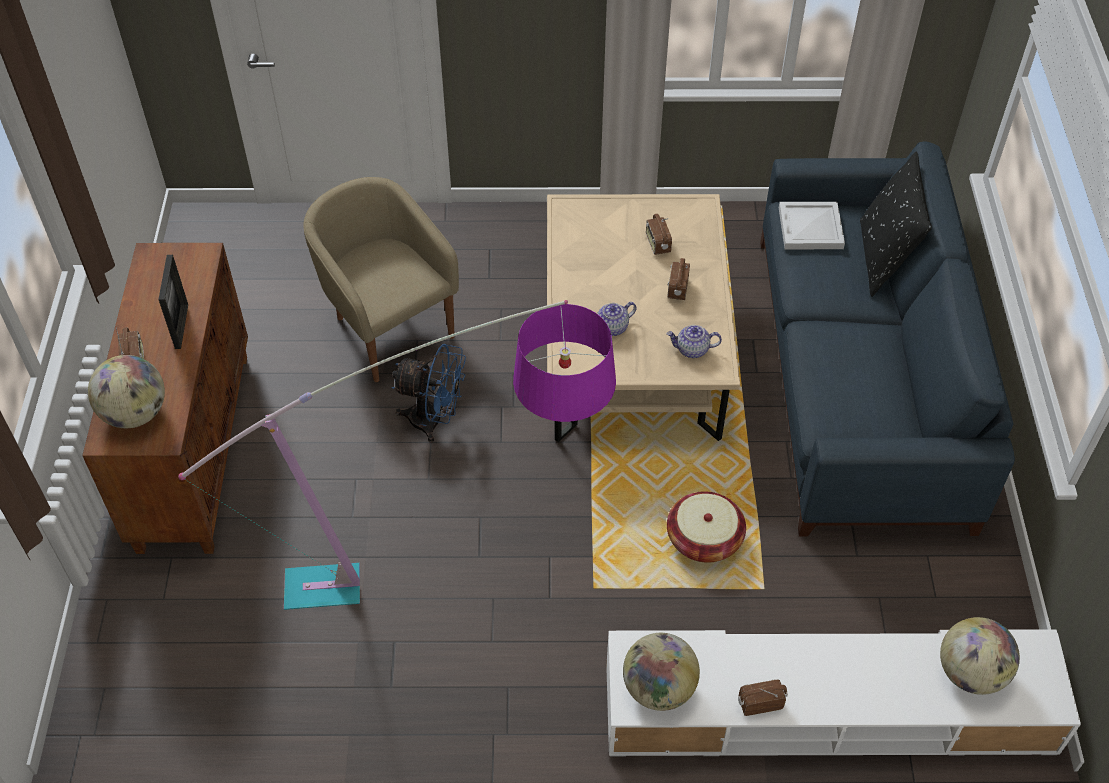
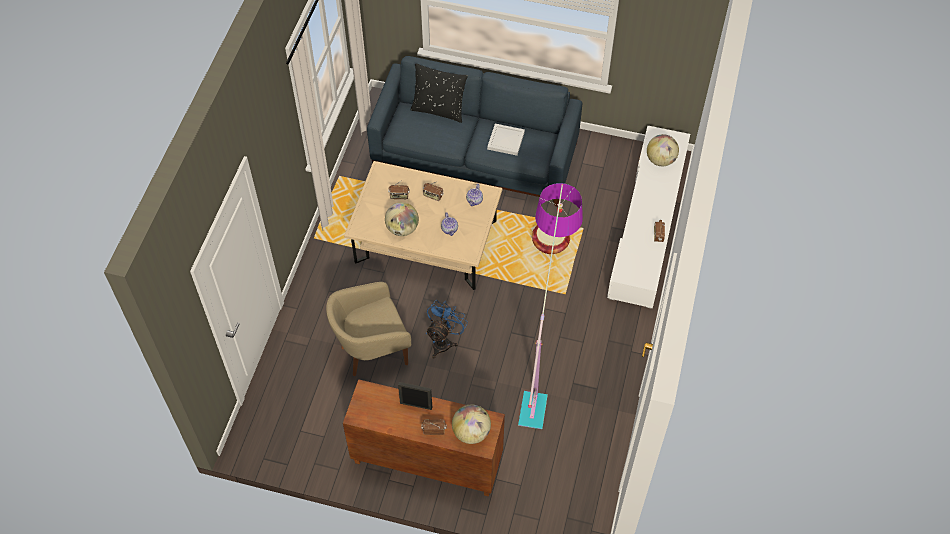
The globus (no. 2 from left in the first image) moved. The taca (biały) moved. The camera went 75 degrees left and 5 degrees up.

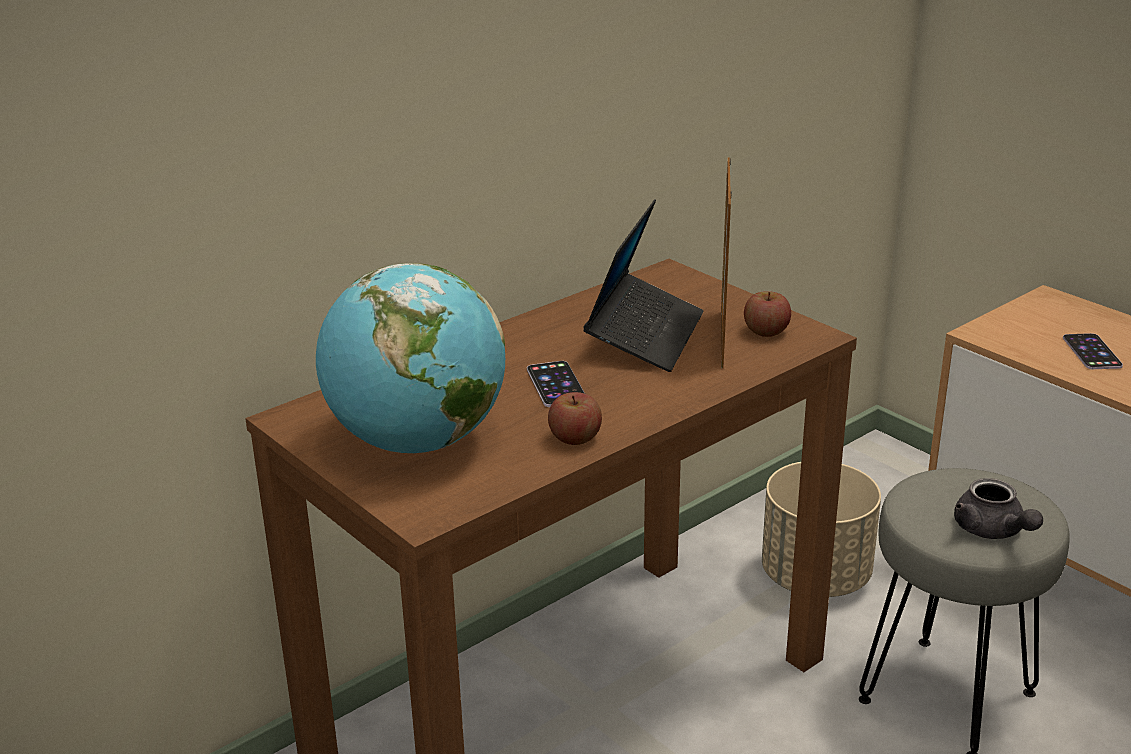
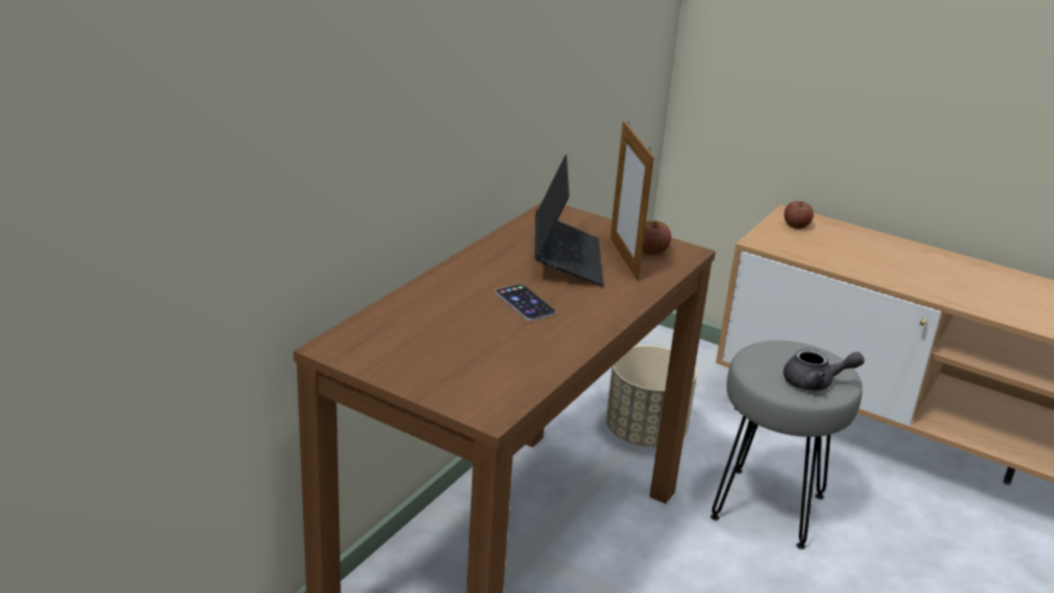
The imbryk (szary) turned 45 degrees counterclockwise. The jabłko (no. 1 from left in the first image) moved. The globus disappeared. The telefon (no. 2 from left) disappeared. The camera went 20 degrees left and 0 degrees up.

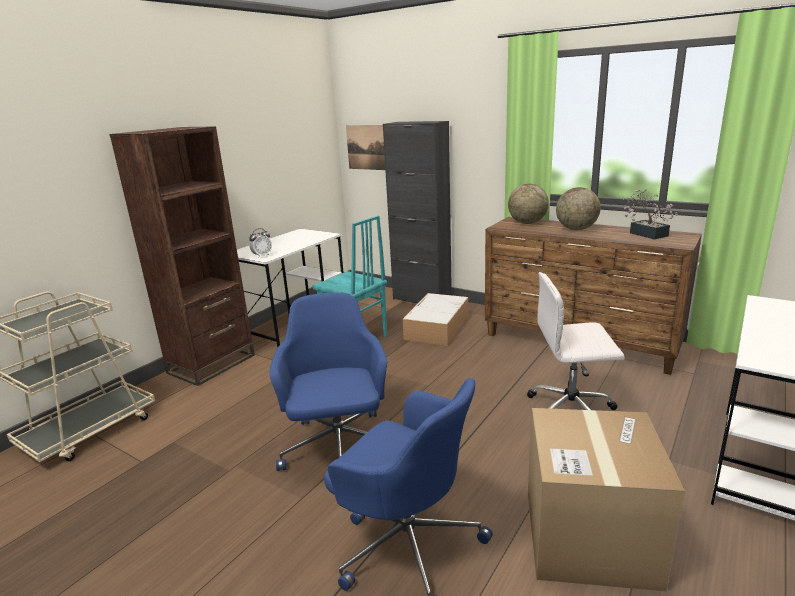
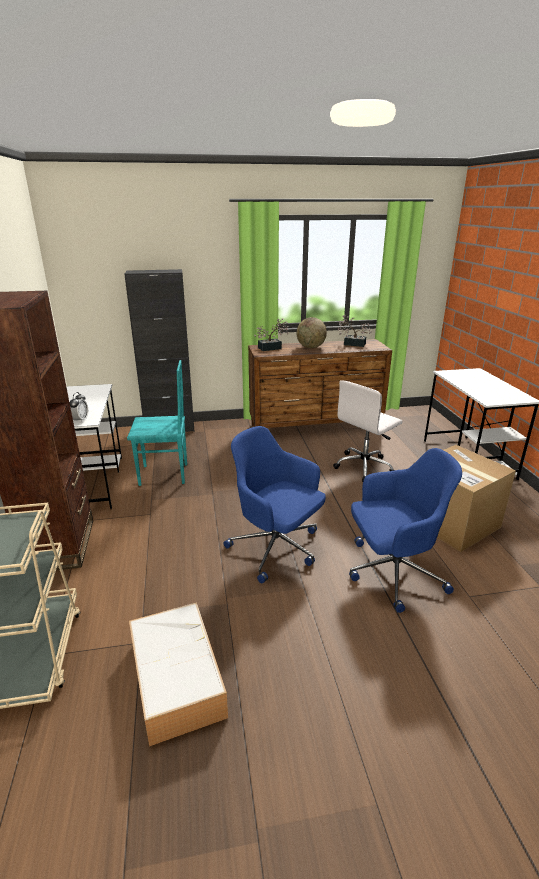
The pojemnik do przechowywania moved. The globus (no. 1 from left) was replaced by the roślina doniczkowa (no. 1 from left). The obraz disappeared. The camera went 45 degrees left and 5 degrees up.

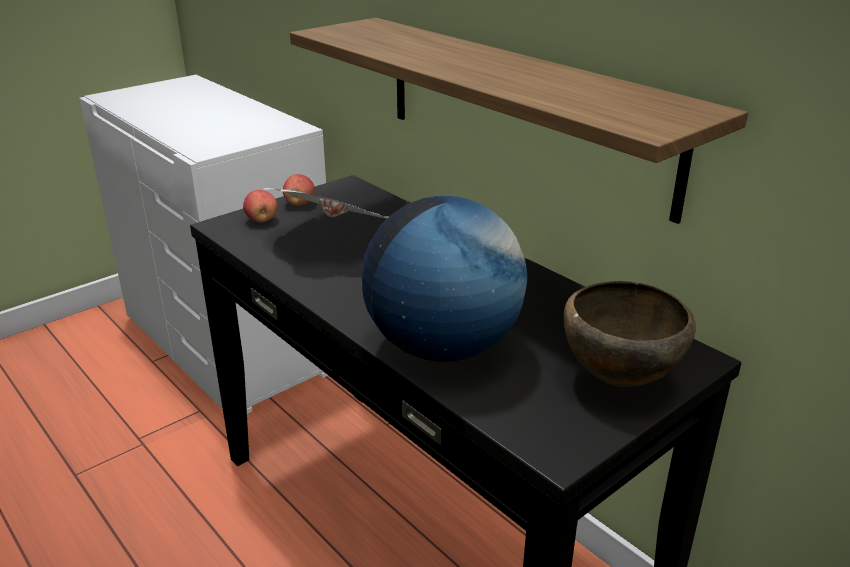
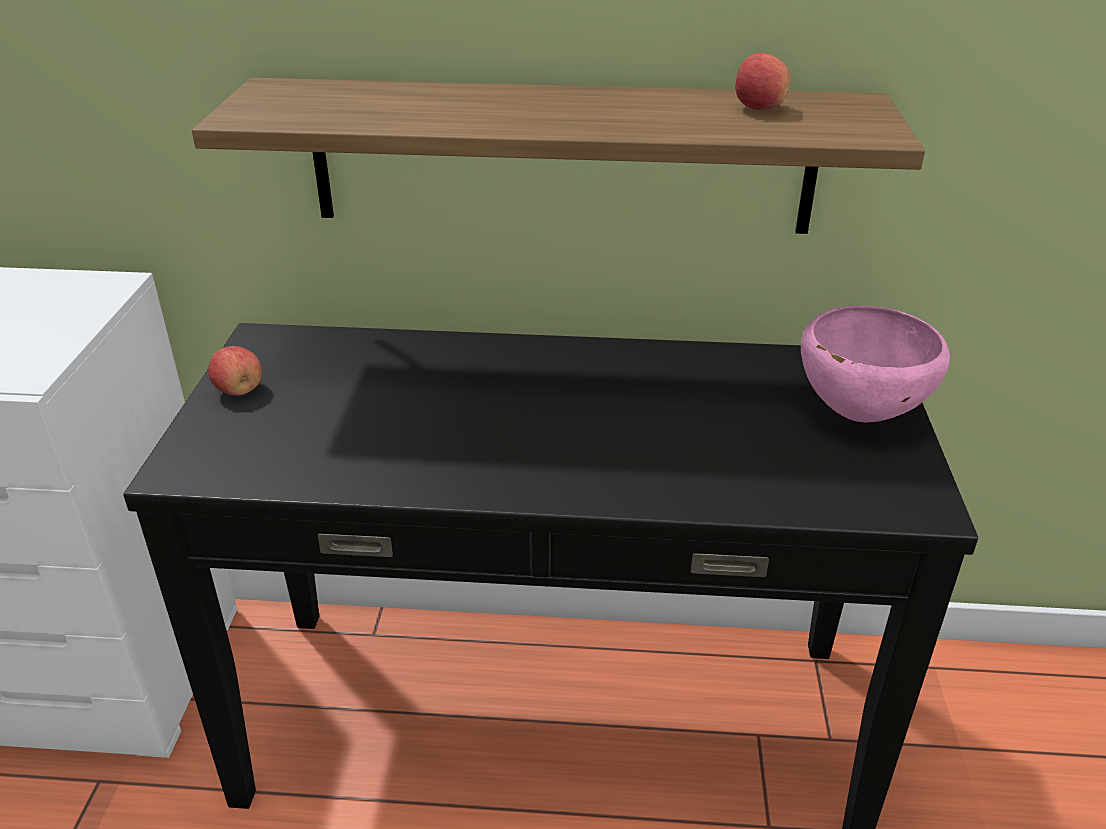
The jabłko (no. 1 from left in the first image) moved. The miska (brązowy) became the miska (różowy). The gazeta disappeared. The globus disappeared. The camera went 45 degrees left and 5 degrees up.

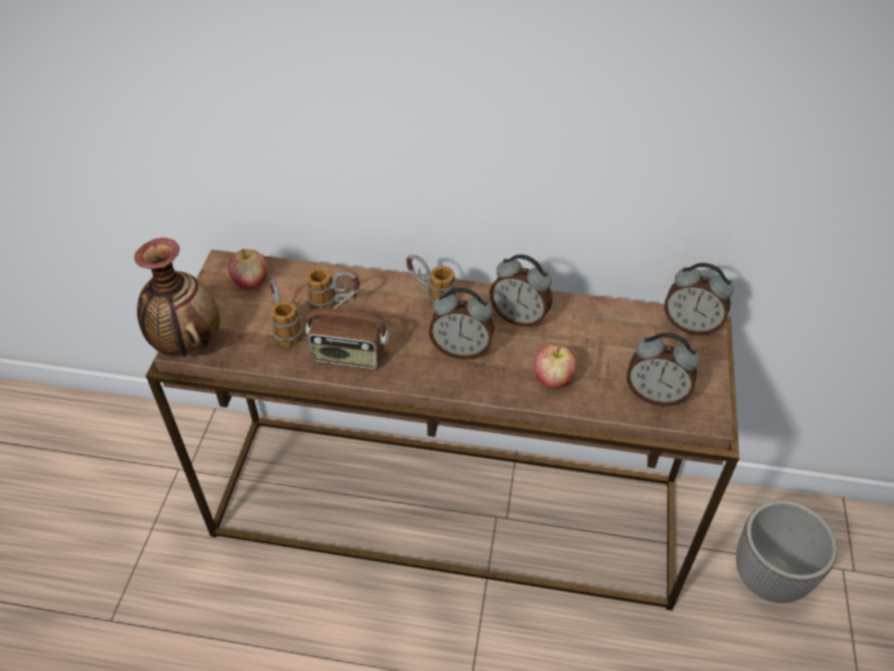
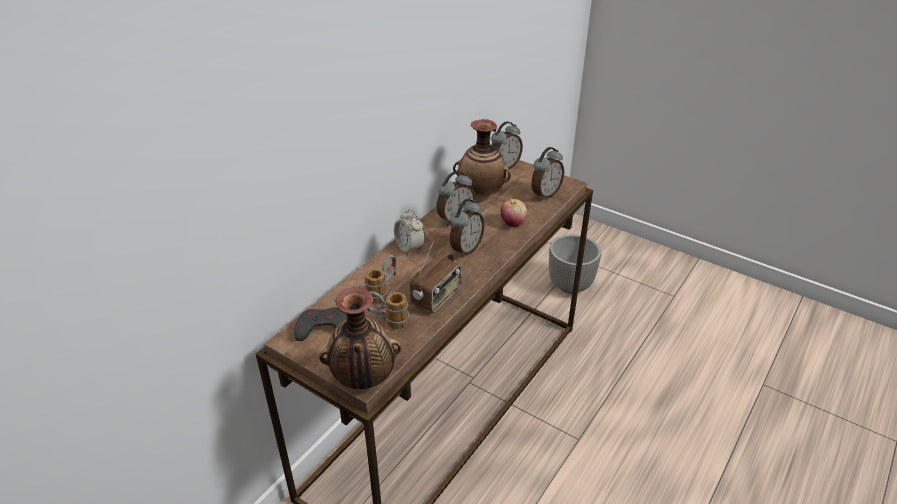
The jabłko (no. 1 from left) was replaced by the pad do gier (szary). The kubek (no. 3 from left) was replaced by the budzik (no. 1 from left). The wazon (no. 2 from left) appeared. The camera went 65 degrees left and 10 degrees down.

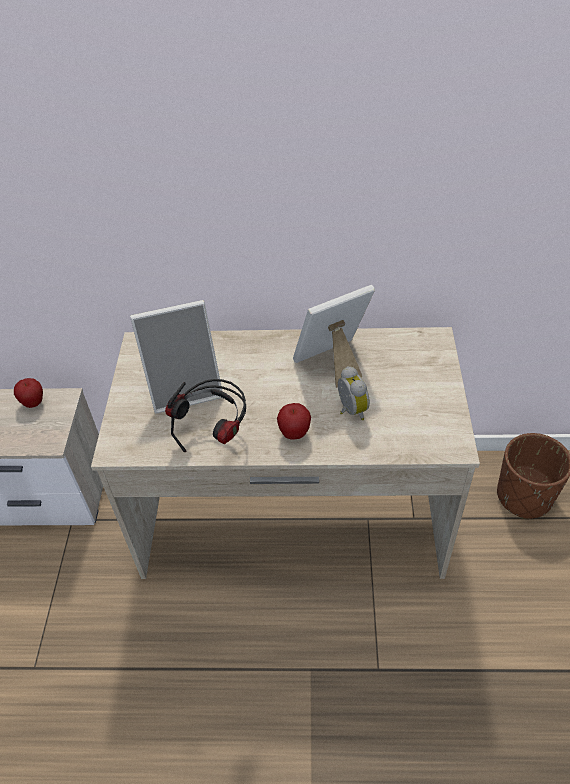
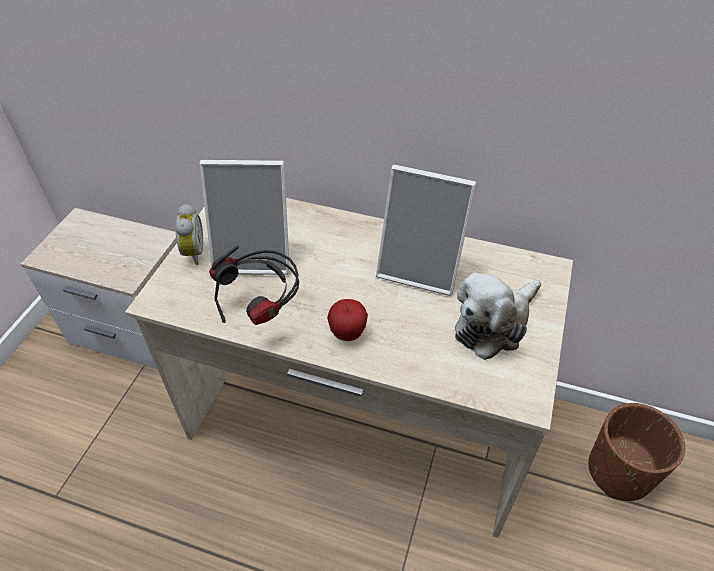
The budzik moved. The ramka na zdjęcie (no. 2 from left) turned 150 degrees counterclockwise. The pluszak appeared. The jabłko (no. 1 from left) disappeared. The camera went 15 degrees right and 0 degrees up.

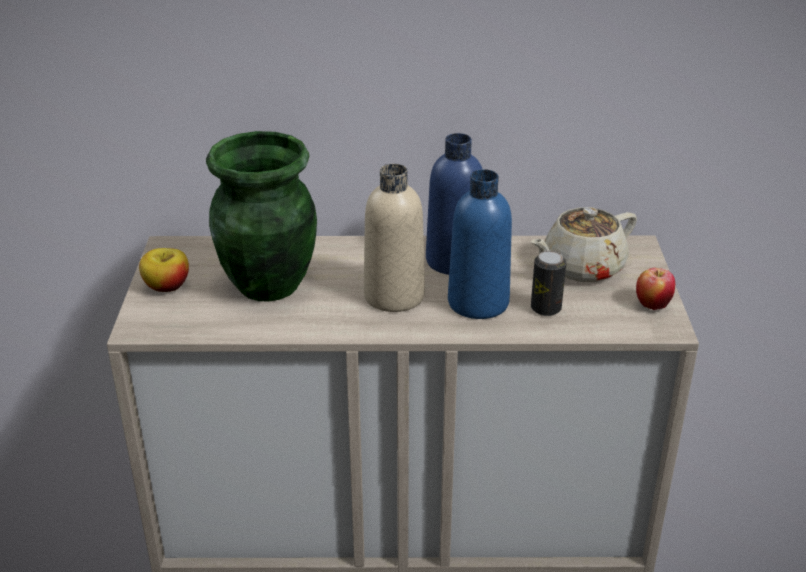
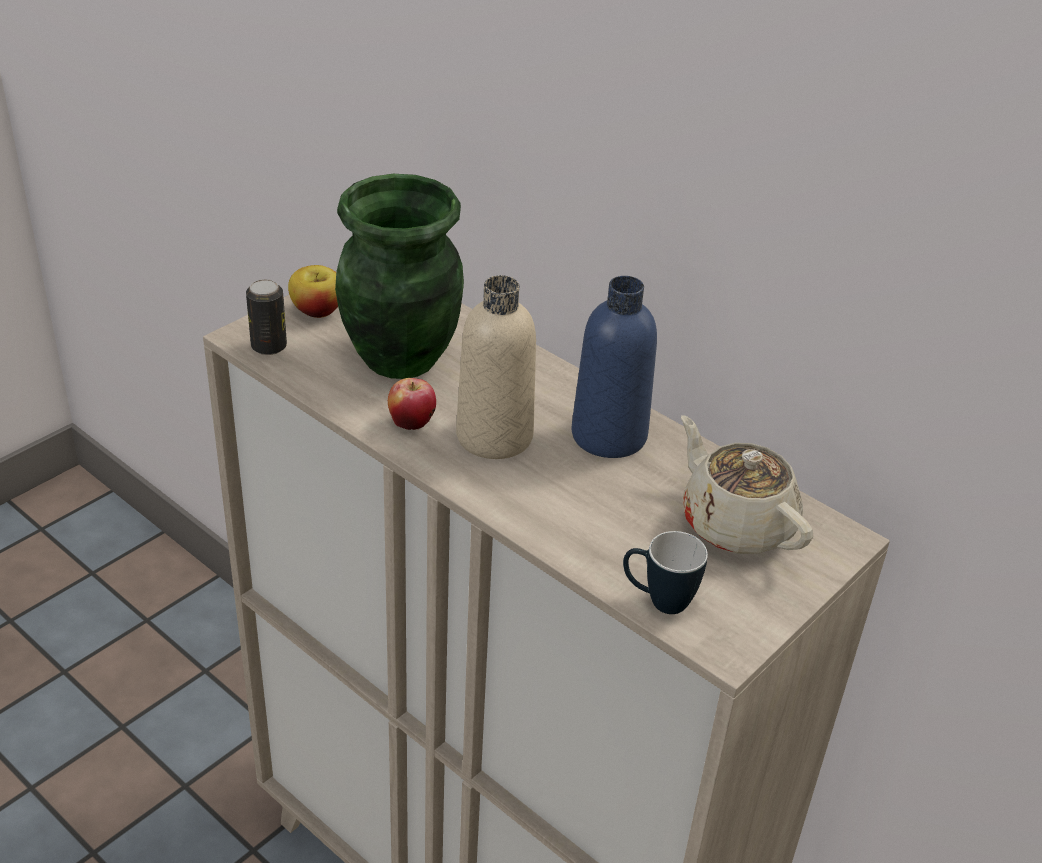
The puszka moved. The jabłko (no. 2 from left) moved. The kubek appeared. The imbryk (beżowy) turned 45 degrees clockwise. The butelka (niebieski) (no. 2 from left) disappeared. The camera went 40 degrees right and 5 degrees up.

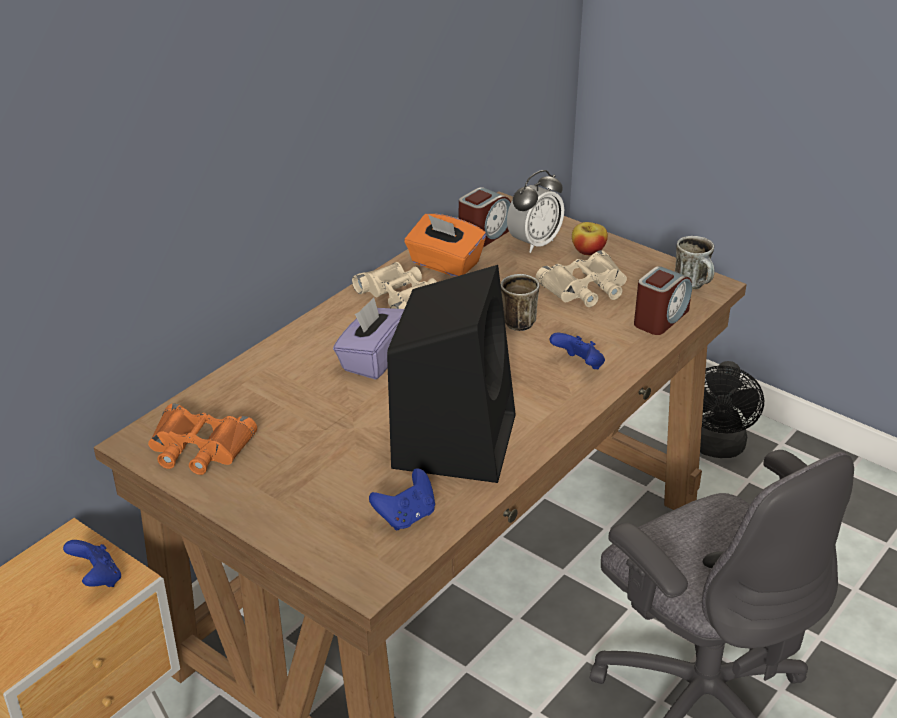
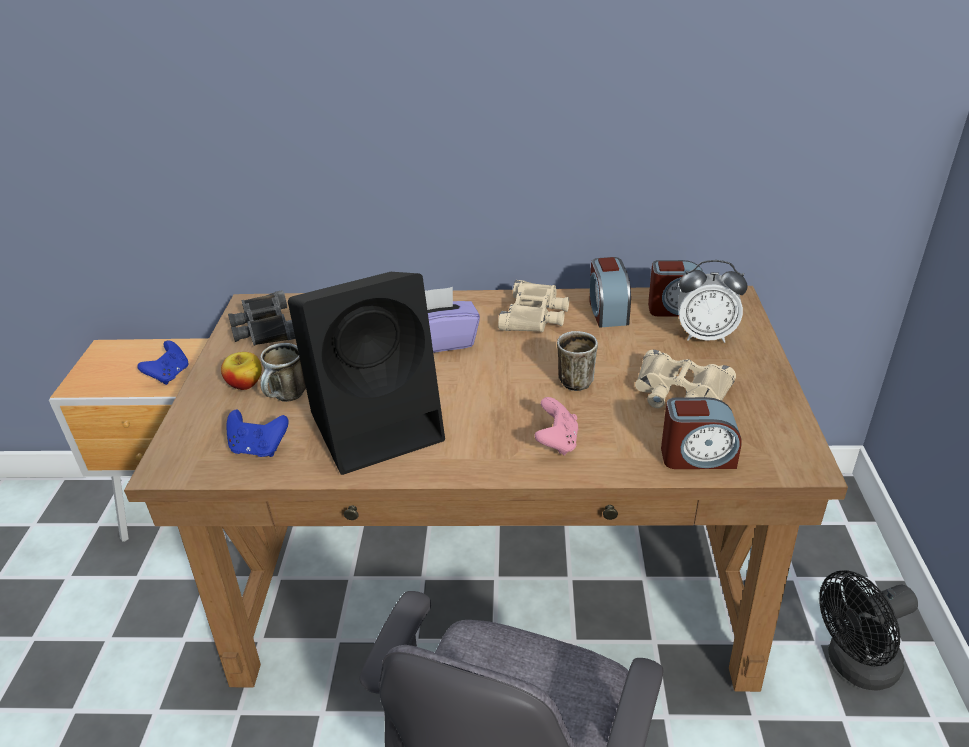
The jabłko moved. The lornetka (pomarańczowy) became the lornetka (czarny). The kubek (no. 2 from left in the first image) moved. The pad do gier (niebieski) (no. 3 from left) became the pad do gier (różowy). The pudełko chusteczek (pomarańczowy) was replaced by the budzik (no. 1 from left). The camera went 55 degrees right and 0 degrees up.

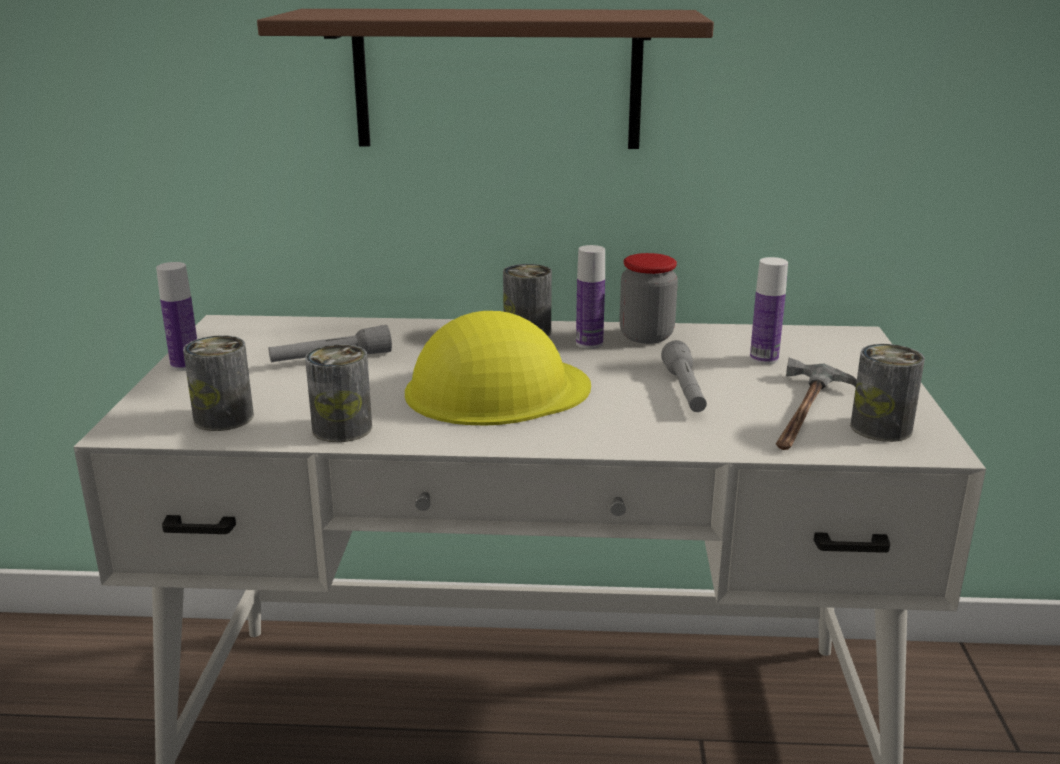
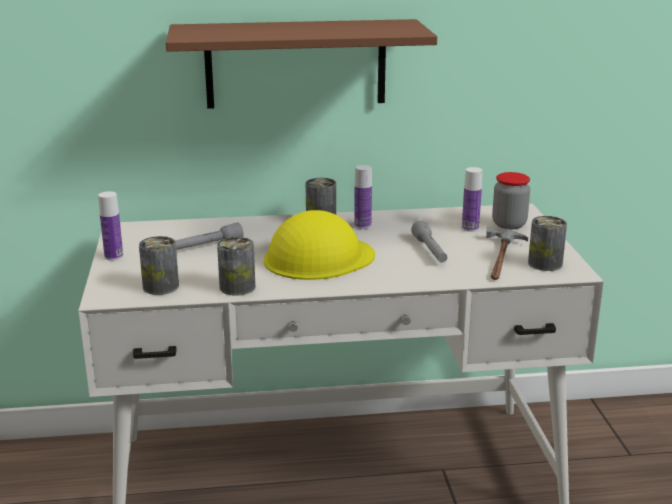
The słoik moved. The camera went 10 degrees left and 0 degrees up.

